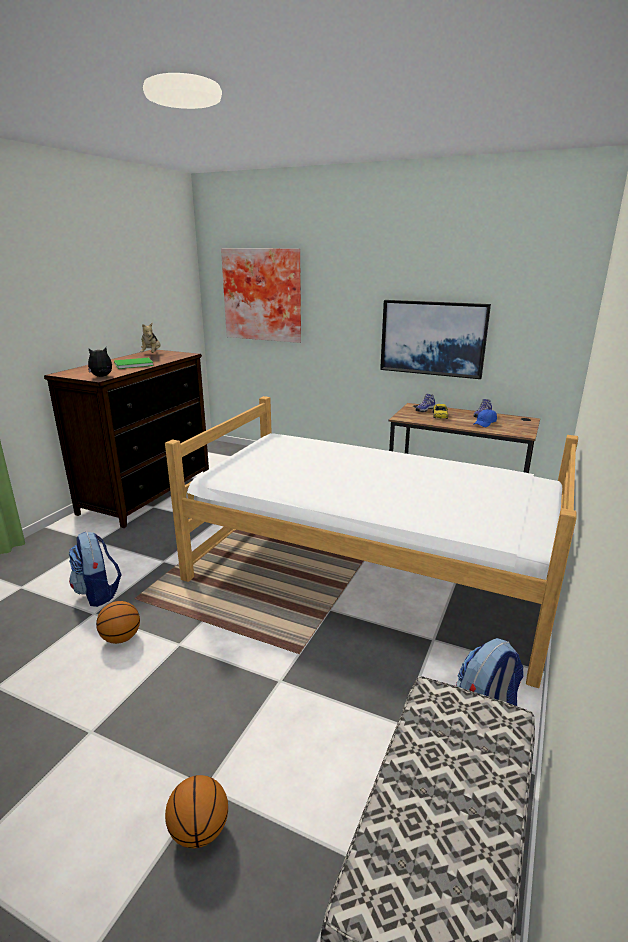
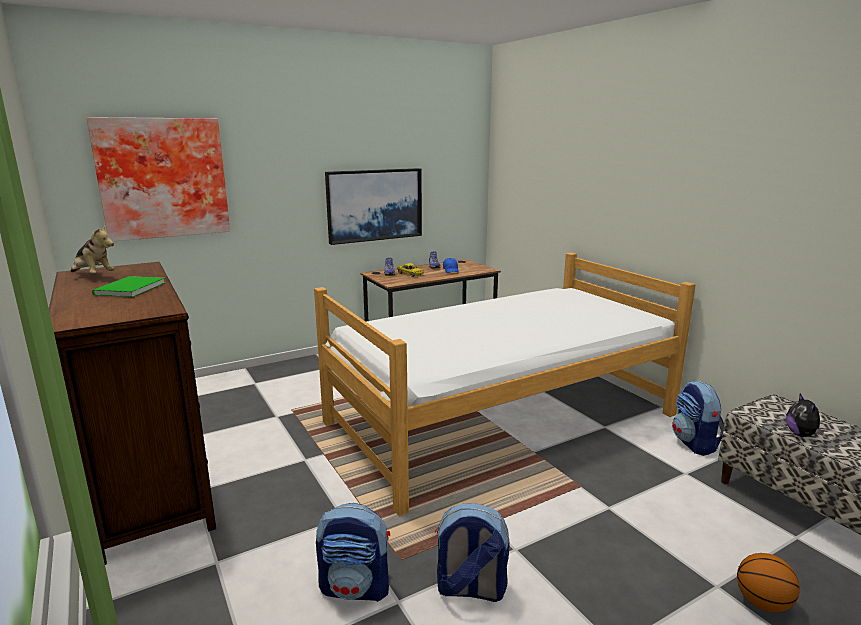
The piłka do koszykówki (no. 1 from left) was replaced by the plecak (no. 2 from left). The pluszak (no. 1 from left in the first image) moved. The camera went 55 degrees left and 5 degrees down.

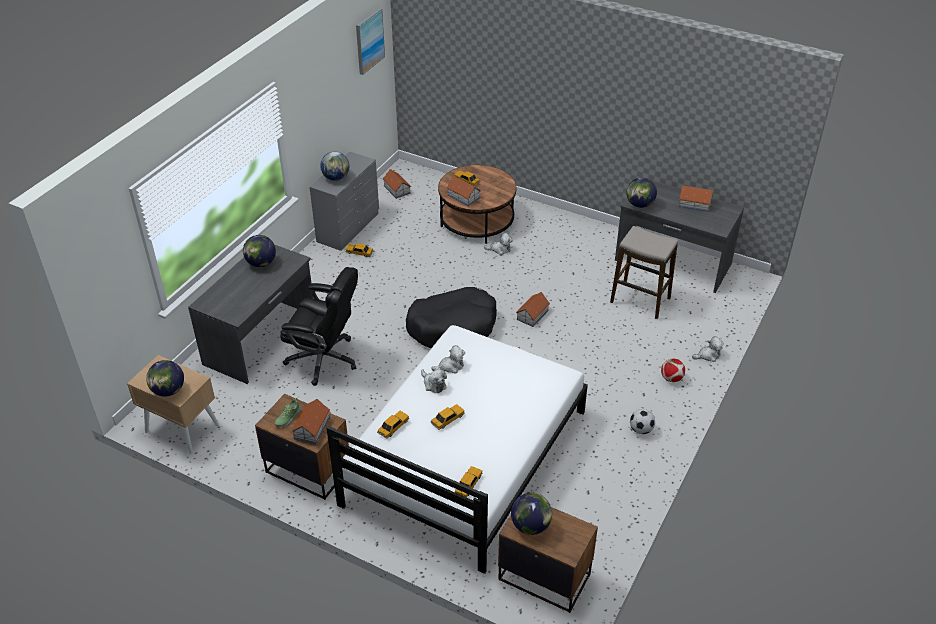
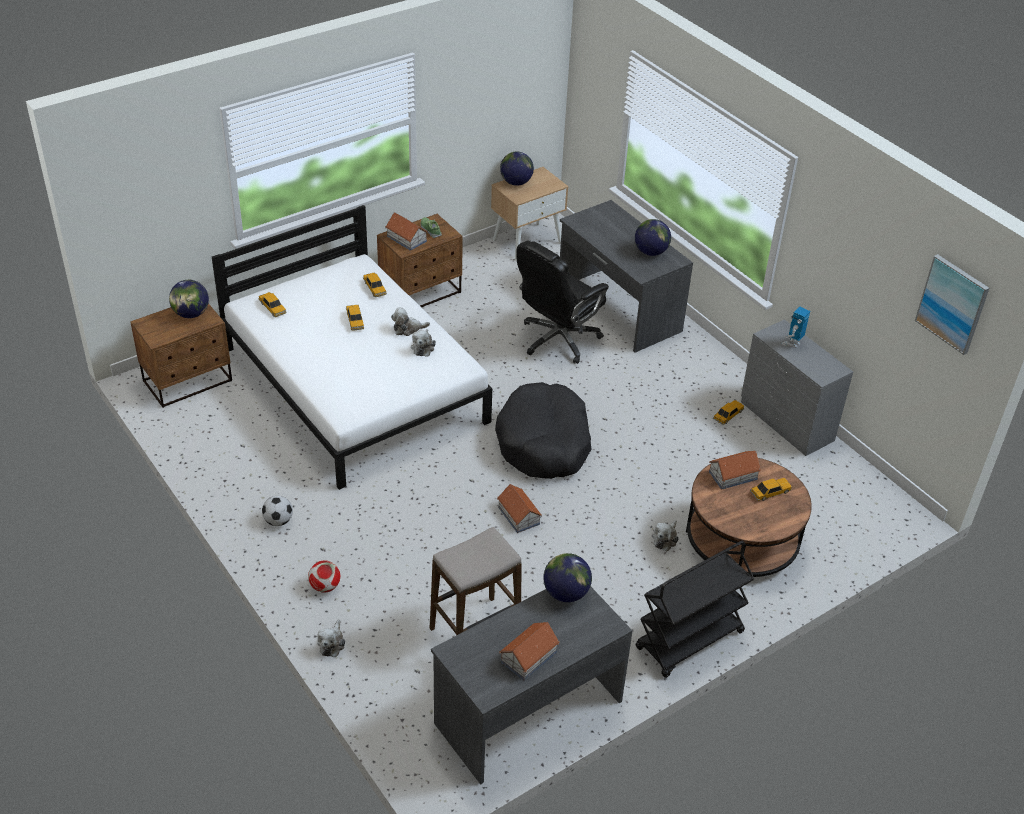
The wózek (czarny) appeared. The globus (no. 3 from left) was replaced by the robot zabawkowy. The domek (no. 2 from left) disappeared. The camera went 115 degrees right and 0 degrees up.

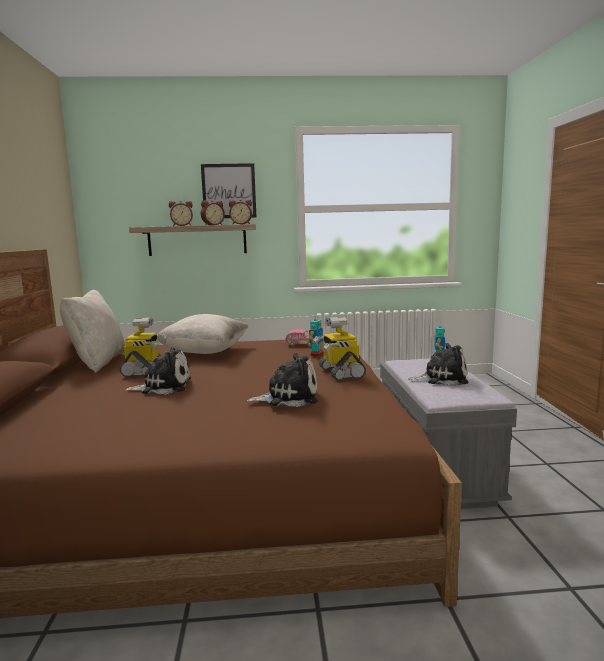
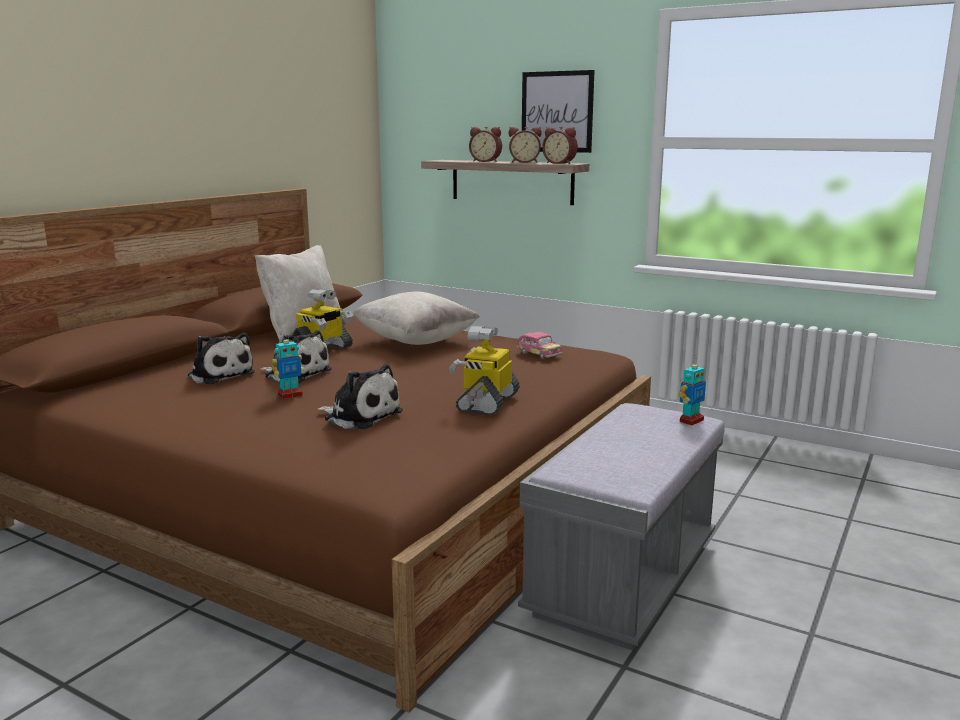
The pluszak (no. 3 from left in the first image) moved. The robot zabawkowy (no. 2 from left in the first image) moved. The camera went 35 degrees right and 5 degrees up.

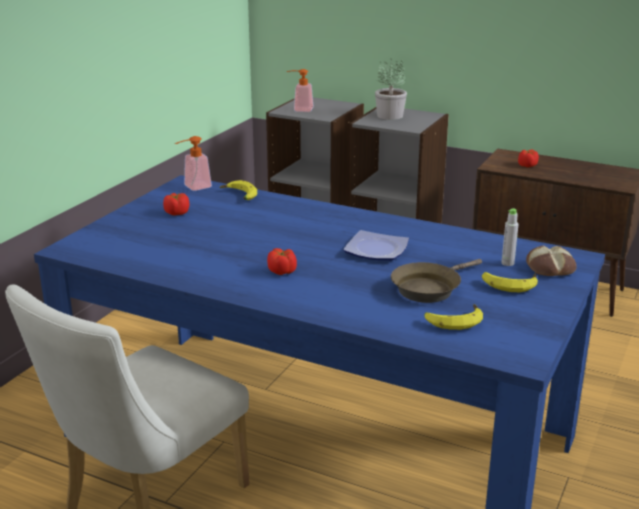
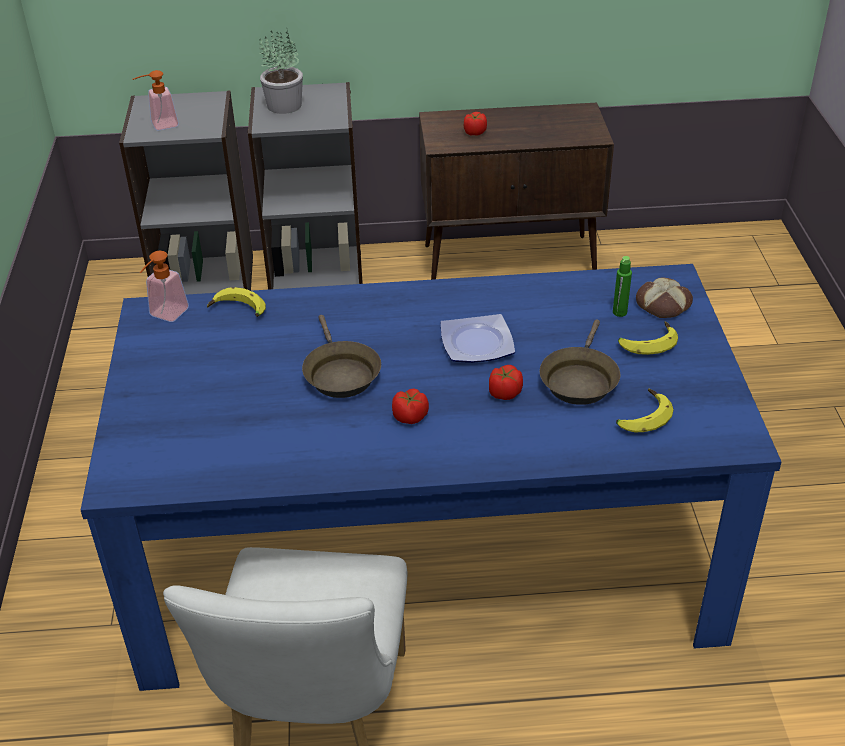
The patelnia (brązowy) (no. 1 from left) appeared. The pomidor (no. 1 from left in the first image) moved. The butelka (szary) became the butelka (zielony). The camera went 30 degrees left and 15 degrees up.

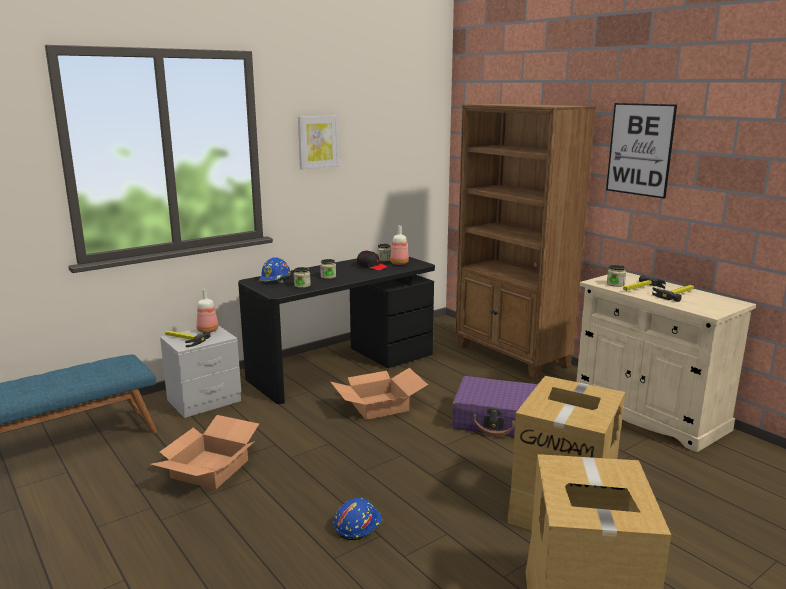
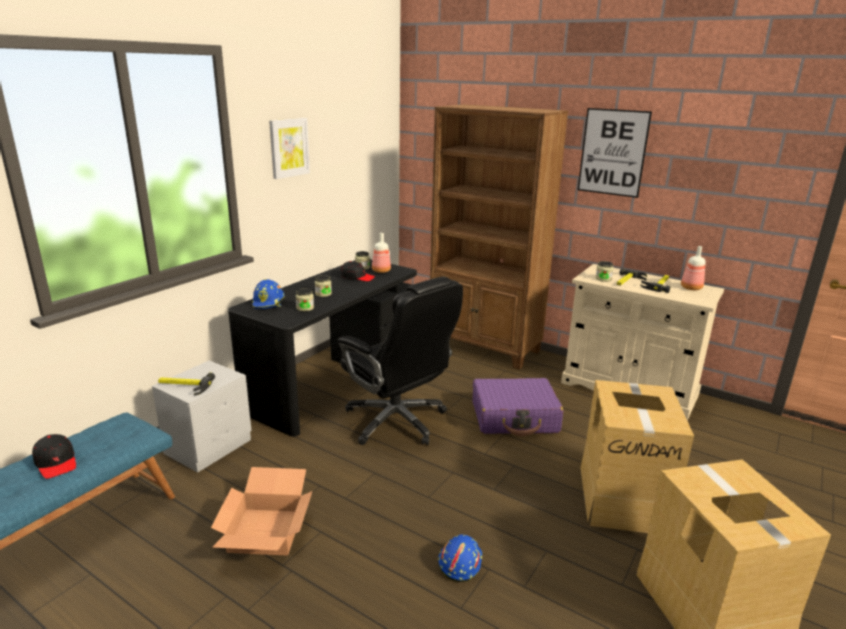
The czapka z daszkiem (czarny) (no. 1 from left) appeared. The karton (no. 2 from left) was replaced by the krzesło biurowe (czarny). The butelka (no. 1 from left in the first image) moved. The camera went 20 degrees left and 5 degrees up.

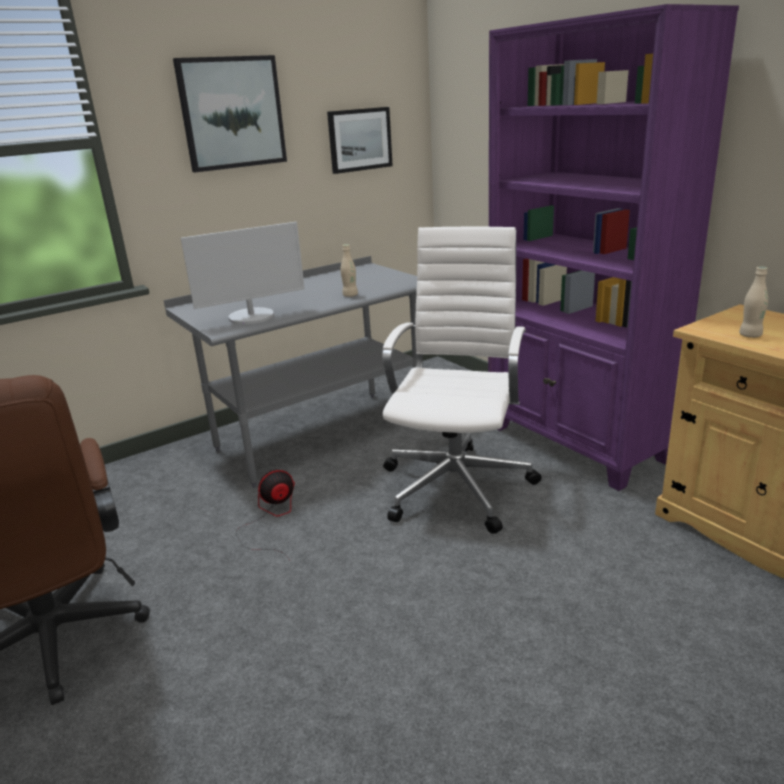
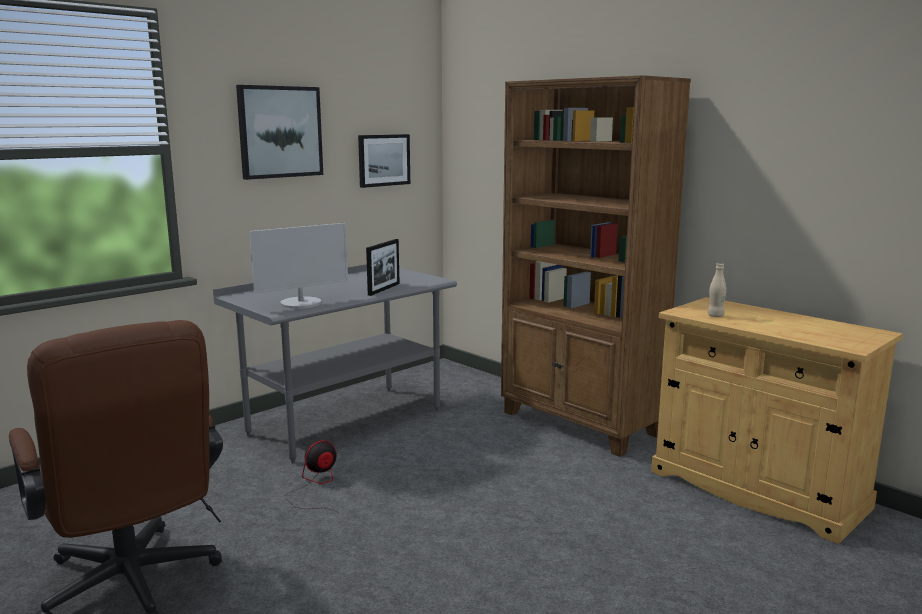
The butelka (beżowy) (no. 1 from left) was replaced by the ramka na zdjęcie. The regał (fioletowy) became the regał (brązowy). The krzesło biurowe (biały) disappeared. The camera went 10 degrees left and 10 degrees down.

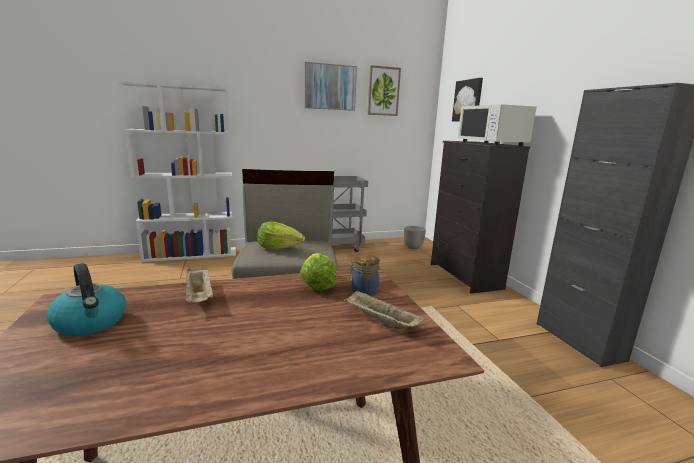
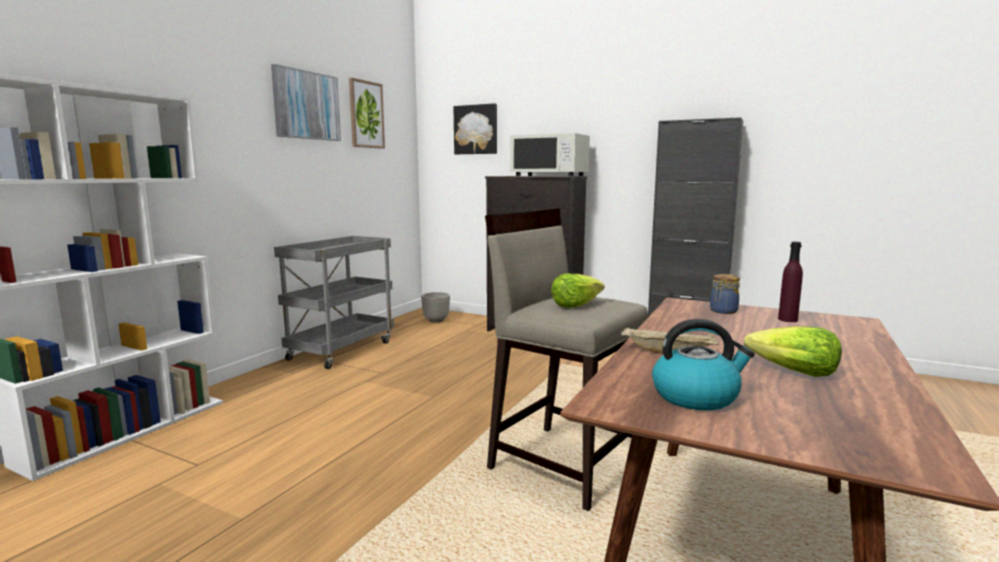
The sałata (no. 2 from left) moved. The taca (beżowy) (no. 2 from left) was replaced by the butelka (fioletowy). The camera went 45 degrees left and 5 degrees down.

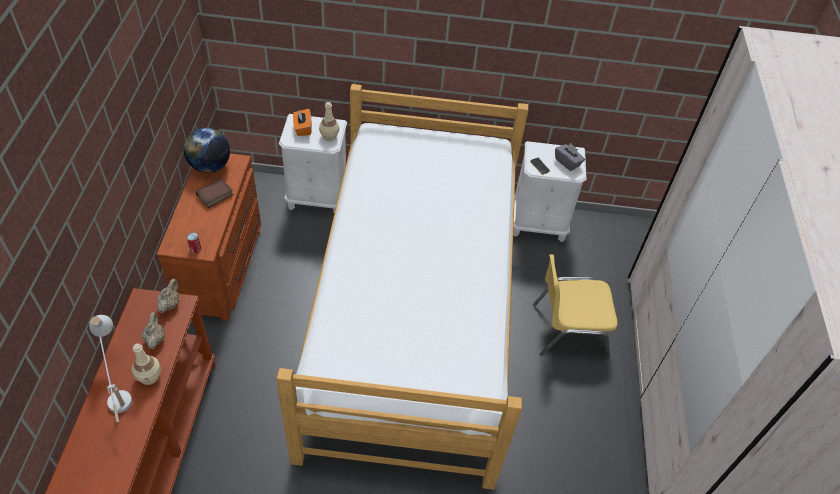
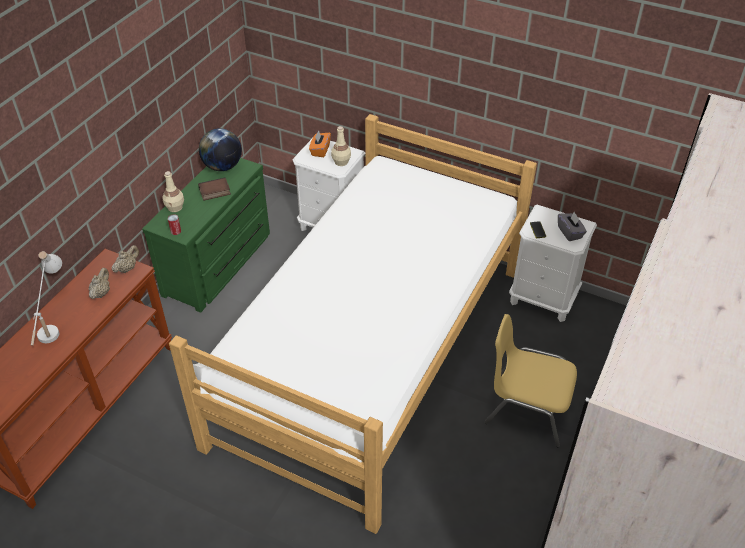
The komoda (brązowy) became the komoda (zielony). The butelka (beżowy) (no. 1 from left) moved. The camera went 25 degrees right and 5 degrees down.

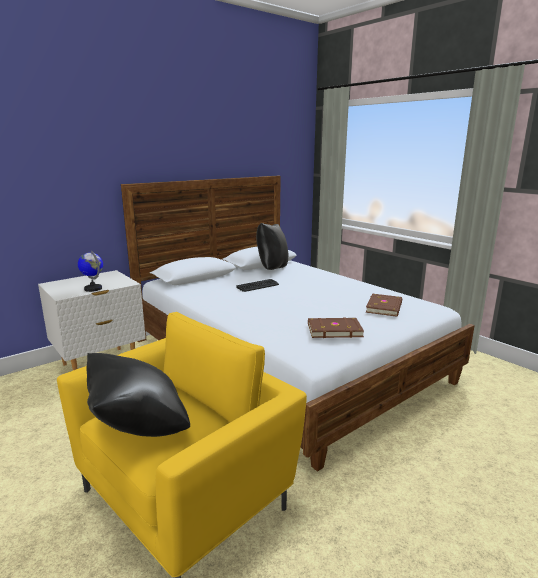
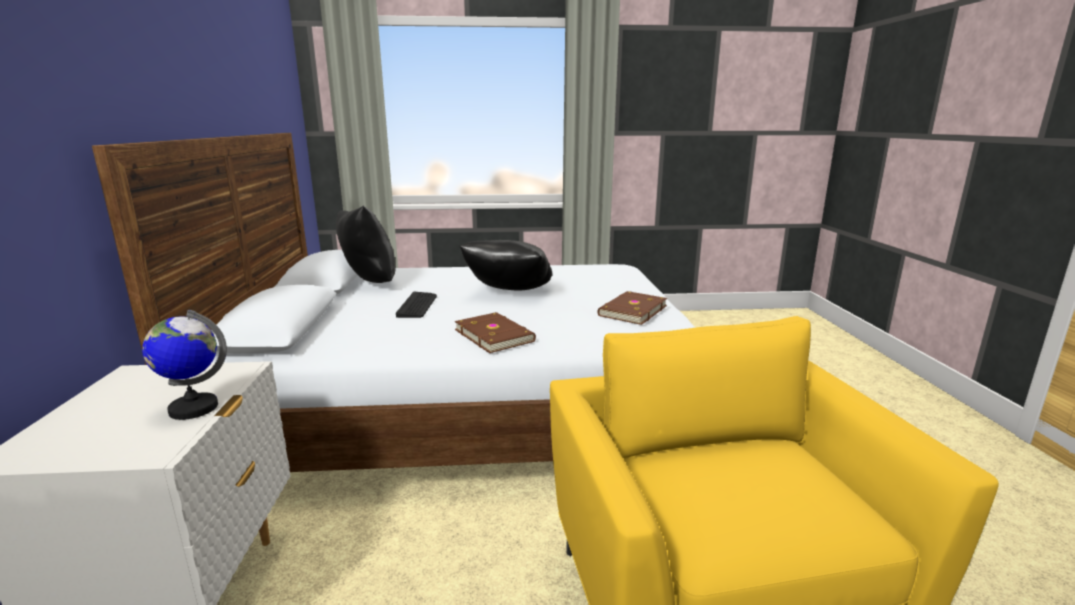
The książka (brązowy) (no. 2 from left in the first image) moved. The poduszka (czarny) (no. 1 from left in the first image) moved. The camera went 55 degrees left and 0 degrees up.

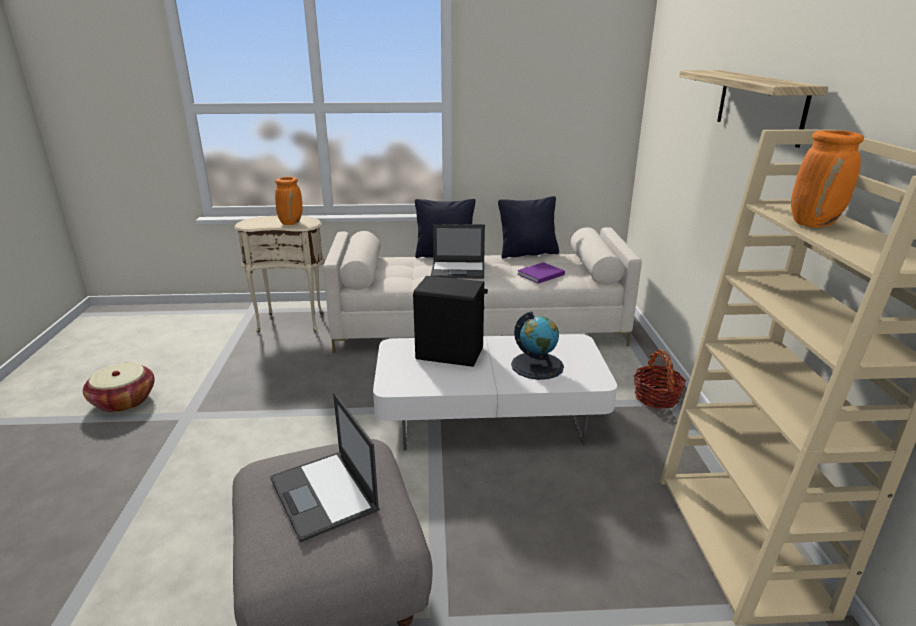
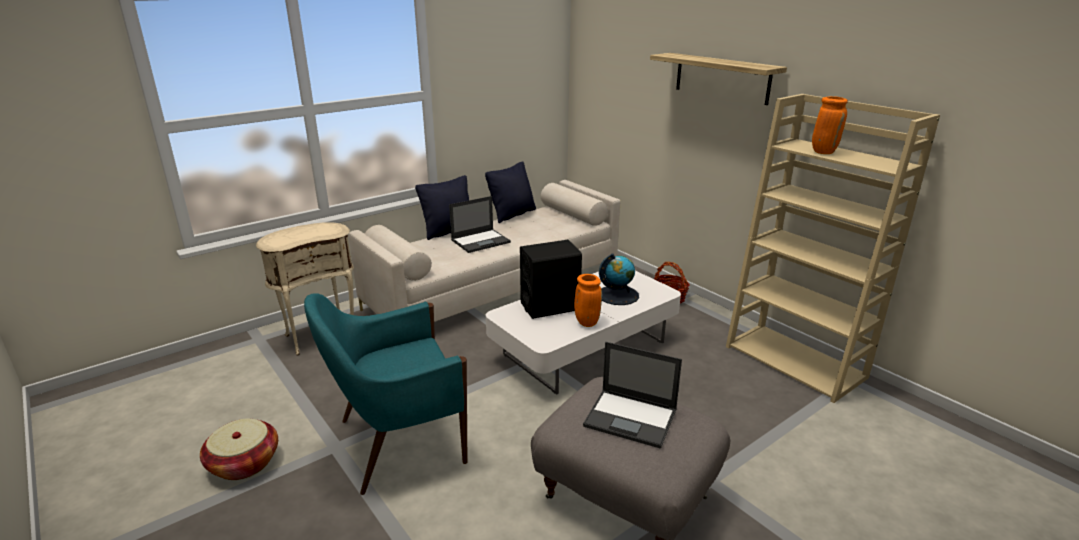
The fotel (turkusowy) appeared. The wazon (pomarańczowy) (no. 1 from left) moved. The książka (fioletowy) disappeared. The camera went 35 degrees left and 0 degrees up.

